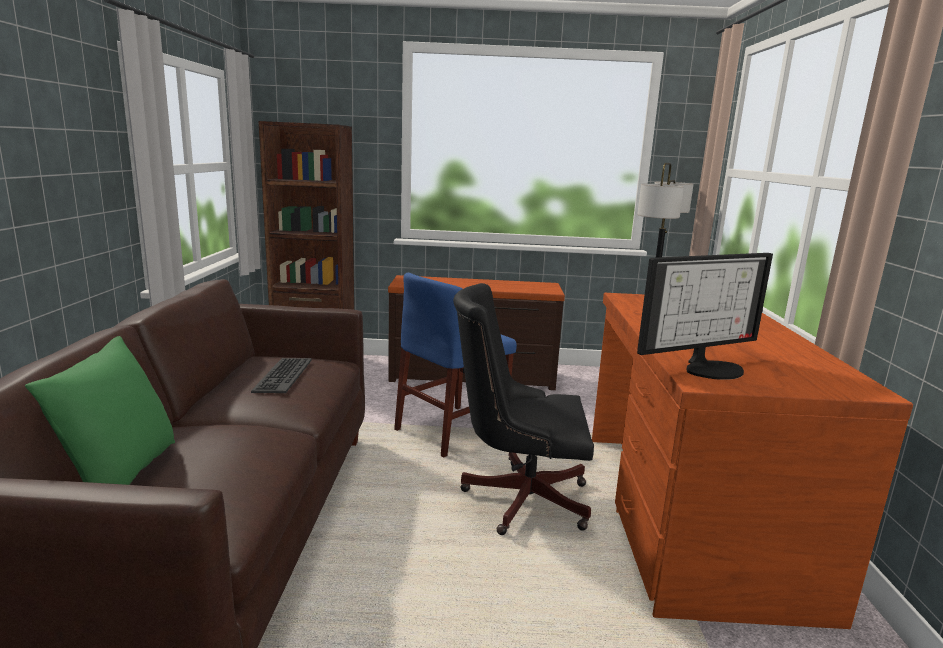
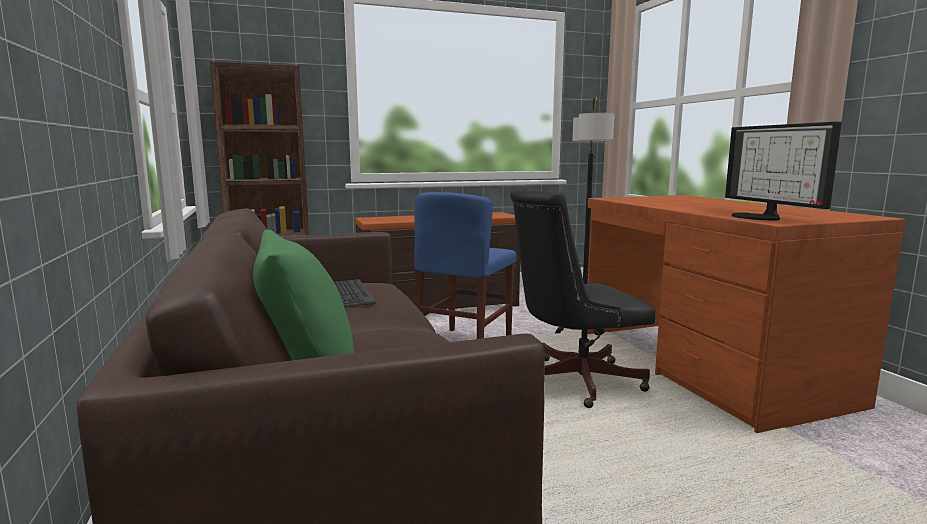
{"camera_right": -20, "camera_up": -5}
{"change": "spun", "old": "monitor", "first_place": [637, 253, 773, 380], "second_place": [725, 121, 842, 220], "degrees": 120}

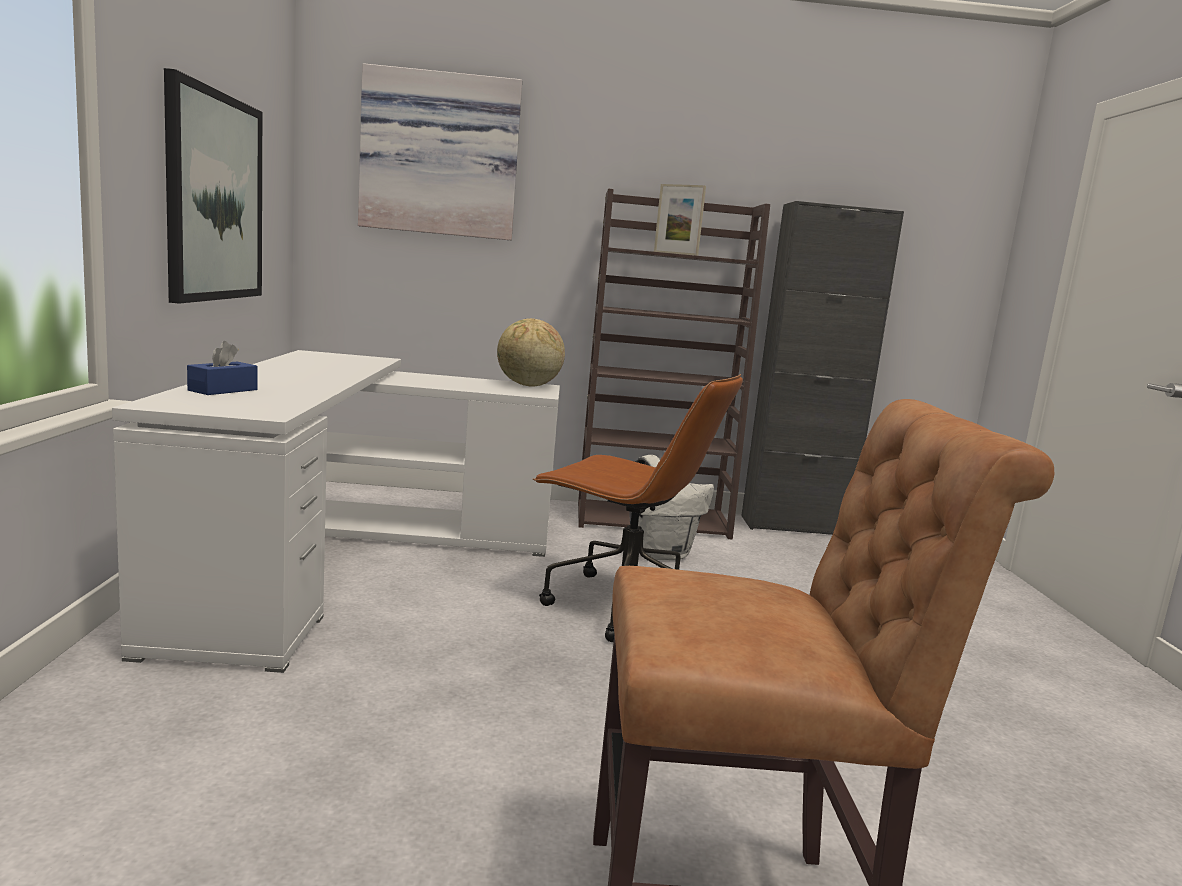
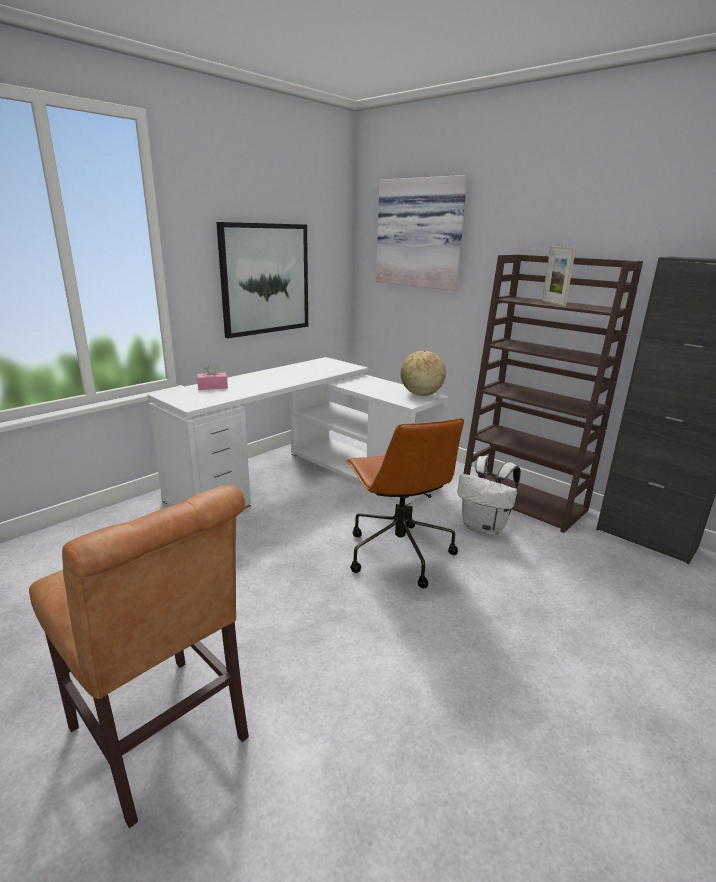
{"camera_right": 45, "camera_up": 10}
{"change": "colour", "old": "caja de pañuelos/azul", "new": "caja de pañuelos/rosa", "first_place": [187, 341, 257, 395], "second_place": [197, 364, 228, 390]}

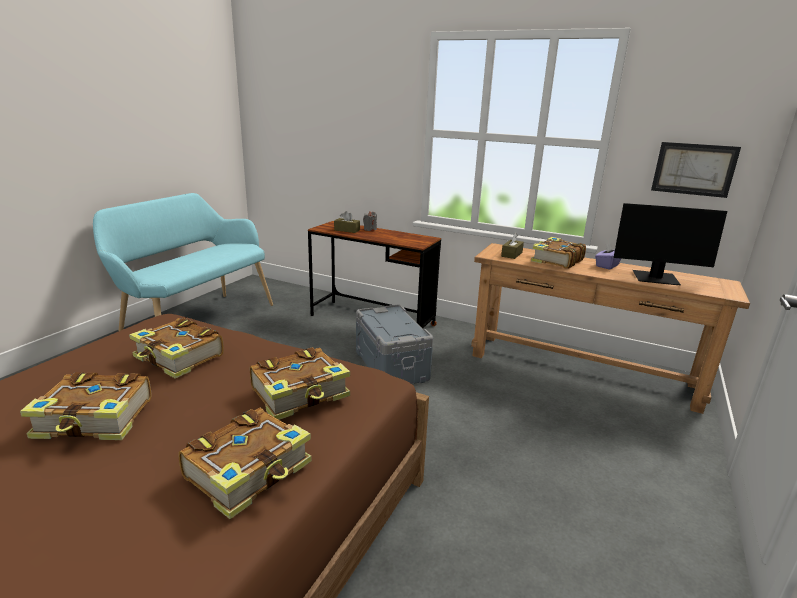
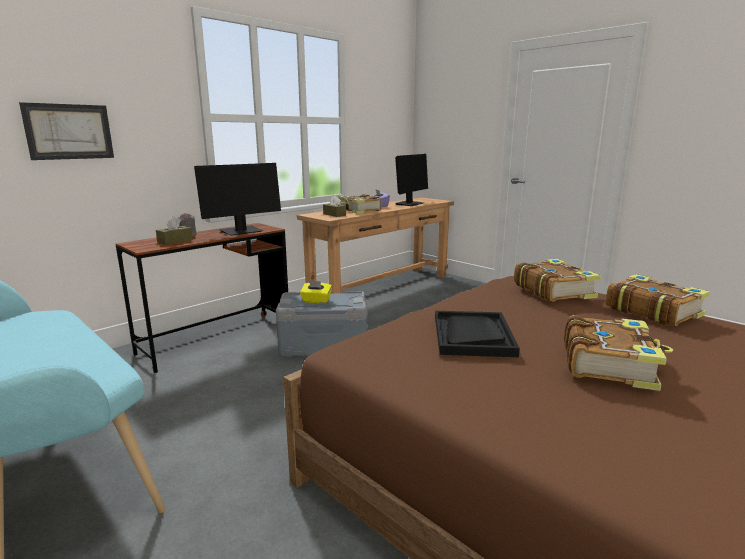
{"camera_right": -70, "camera_up": -5}
{"change": "appeared", "new": "monitor", "second_place": [194, 163, 281, 236]}
{"change": "appeared", "new": "caja de pañuelos/amarillo", "second_place": [300, 280, 332, 304]}
{"change": "relocated", "old": "cuadro", "first_place": [651, 142, 741, 198], "second_place": [19, 102, 114, 160]}
{"change": "exchanged", "old": "libro", "new": "bandeja/negro", "first_place": [129, 318, 224, 379], "second_place": [435, 311, 520, 357]}

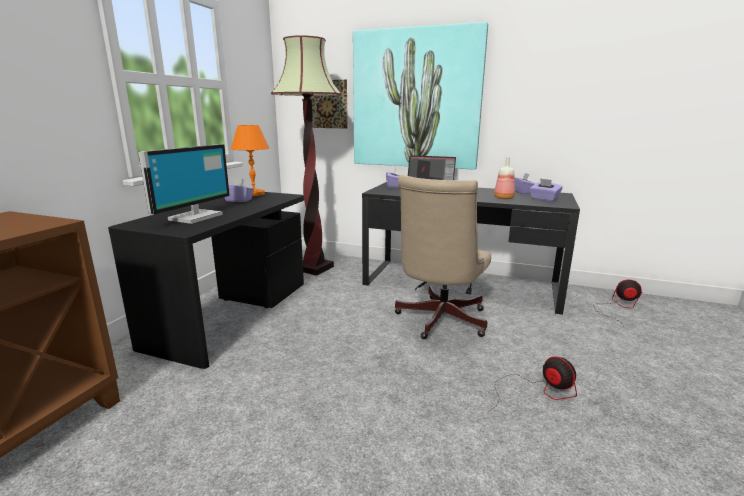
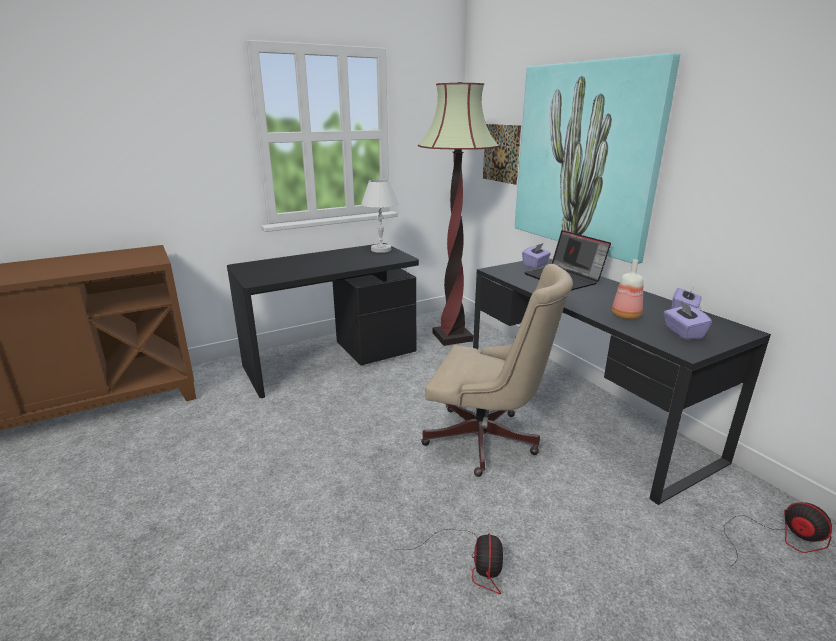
{"camera_right": 40, "camera_up": 5}
{"change": "missing", "old": "monitor", "first_place": [138, 144, 230, 224]}
{"change": "missing", "old": "caja de pañuelos/morado", "first_place": [224, 179, 254, 202]}
{"change": "colour", "old": "lámpara de mesa/naranja", "new": "lámpara de mesa/blanco", "first_place": [231, 125, 269, 196], "second_place": [361, 179, 399, 253]}
{"change": "spun", "old": "silla de oficina/beis", "first_place": [395, 175, 491, 339], "second_place": [421, 264, 573, 477], "degrees": -135}

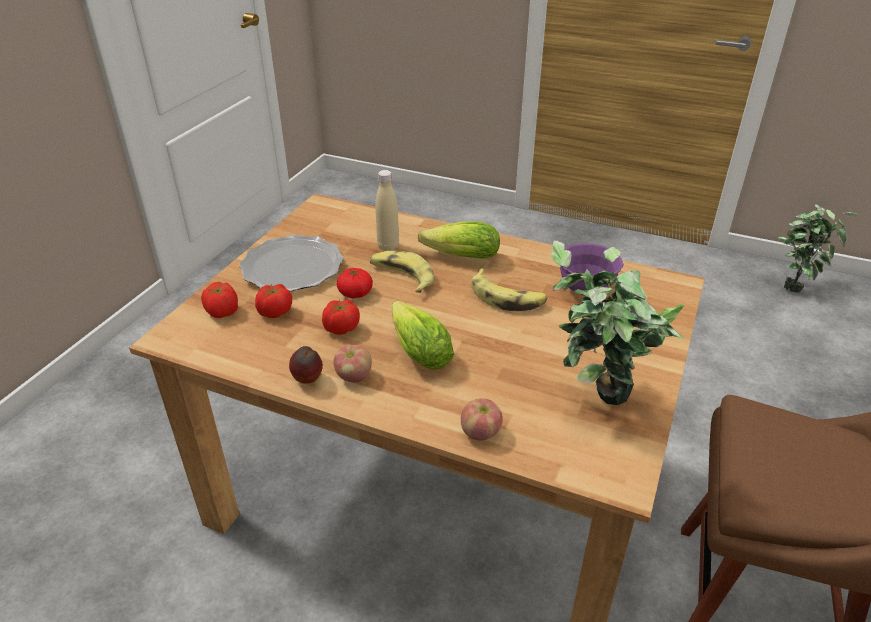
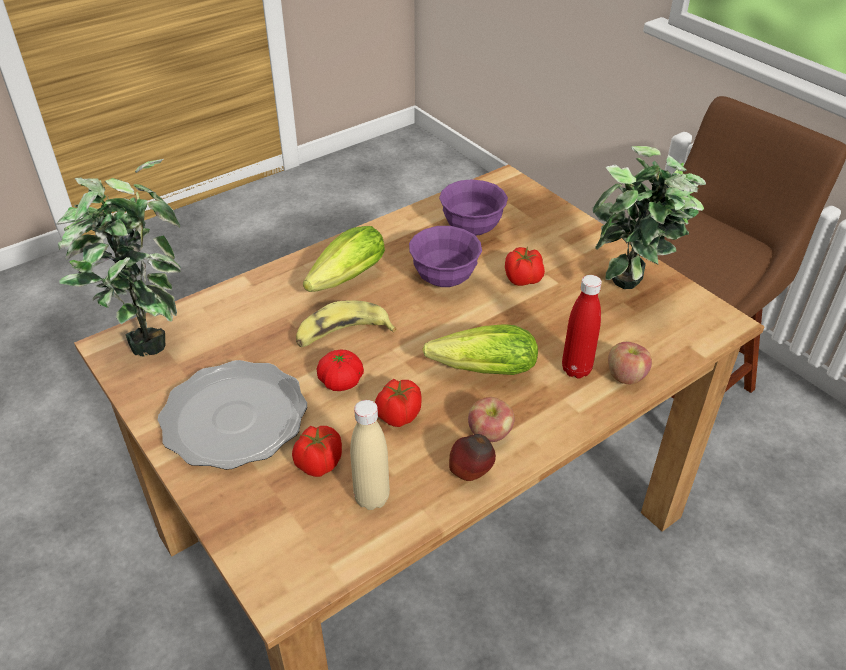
{"camera_right": -60, "camera_up": 5}
{"change": "appeared", "new": "botella/rojo", "second_place": [562, 275, 602, 378]}
{"change": "relocated", "old": "tomate", "first_place": [201, 282, 238, 318], "second_place": [505, 247, 545, 286]}
{"change": "relocated", "old": "botella/beis", "first_place": [375, 170, 399, 251], "second_place": [350, 400, 390, 510]}
{"change": "relocated", "old": "planta en maceta", "first_place": [778, 204, 859, 293], "second_place": [56, 159, 181, 357]}
{"change": "exchanged", "old": "plátano", "new": "cuenco/morado", "first_place": [471, 268, 547, 311], "second_place": [409, 226, 482, 287]}

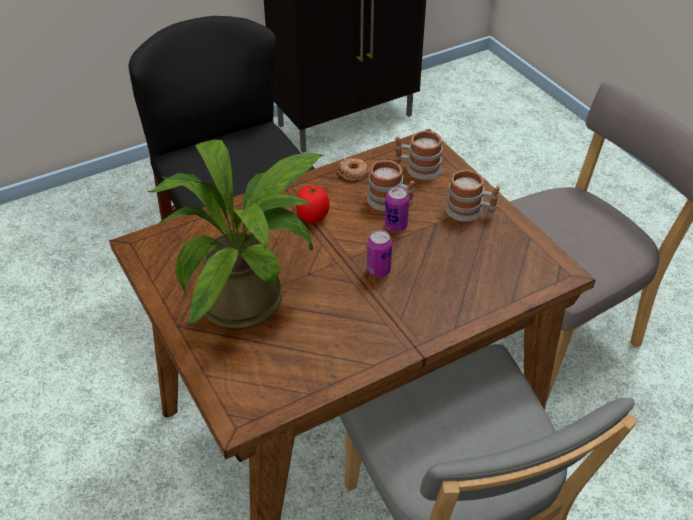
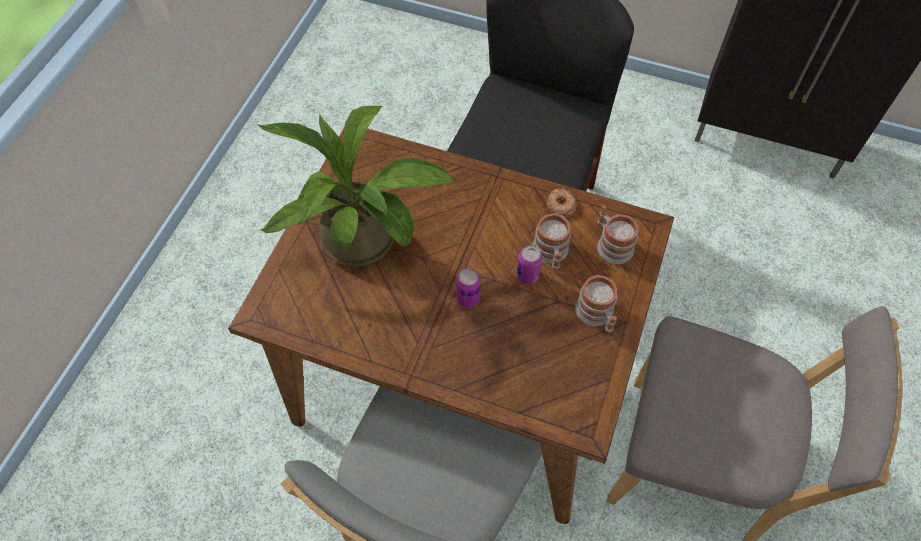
{"camera_right": 50, "camera_up": 15}
{"change": "missing", "old": "tomate", "first_place": [296, 186, 330, 223]}

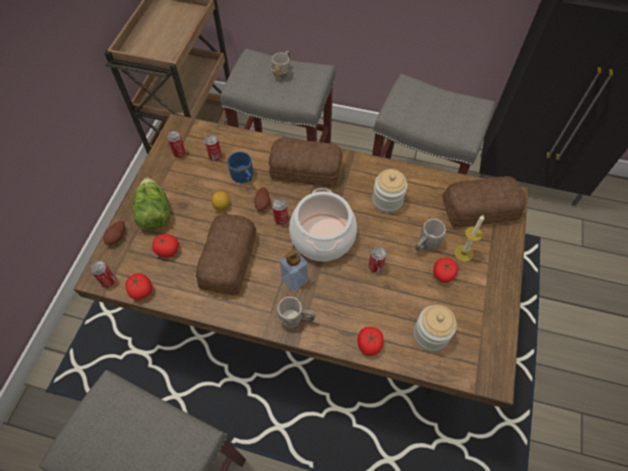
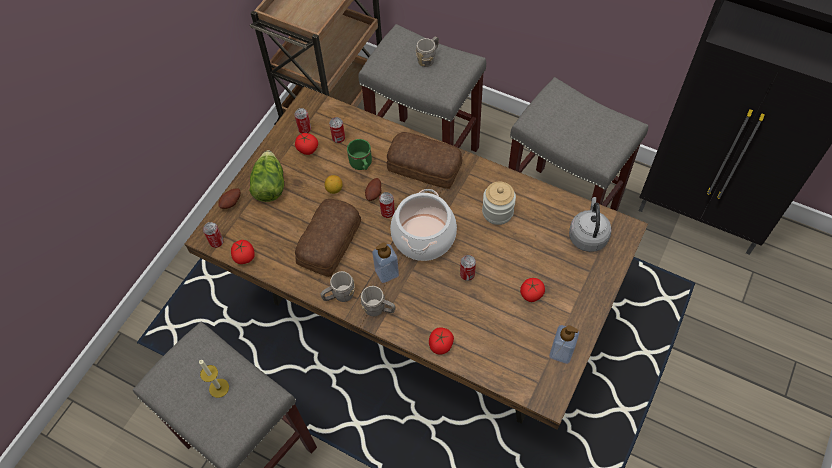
{"camera_right": 15, "camera_up": 0}
{"change": "missing", "old": "tarro", "first_place": [414, 305, 457, 351]}
{"change": "appeared", "new": "dispensador de jabón", "second_place": [549, 325, 579, 364]}
{"change": "relocated", "old": "tomate", "first_place": [152, 234, 179, 258], "second_place": [295, 133, 318, 155]}
{"change": "relocated", "old": "taza grande/gris", "first_place": [415, 219, 446, 252], "second_place": [321, 271, 355, 302]}
{"change": "relocated", "old": "vela", "first_place": [454, 215, 484, 262], "second_place": [199, 360, 229, 398]}
{"change": "exchanged", "old": "pan", "new": "hervidor/gris", "first_place": [442, 176, 526, 228], "second_place": [569, 197, 612, 252]}
{"change": "colour", "old": "taza grande/azul", "new": "taza grande/verde", "first_place": [227, 152, 253, 183], "second_place": [347, 139, 372, 170]}

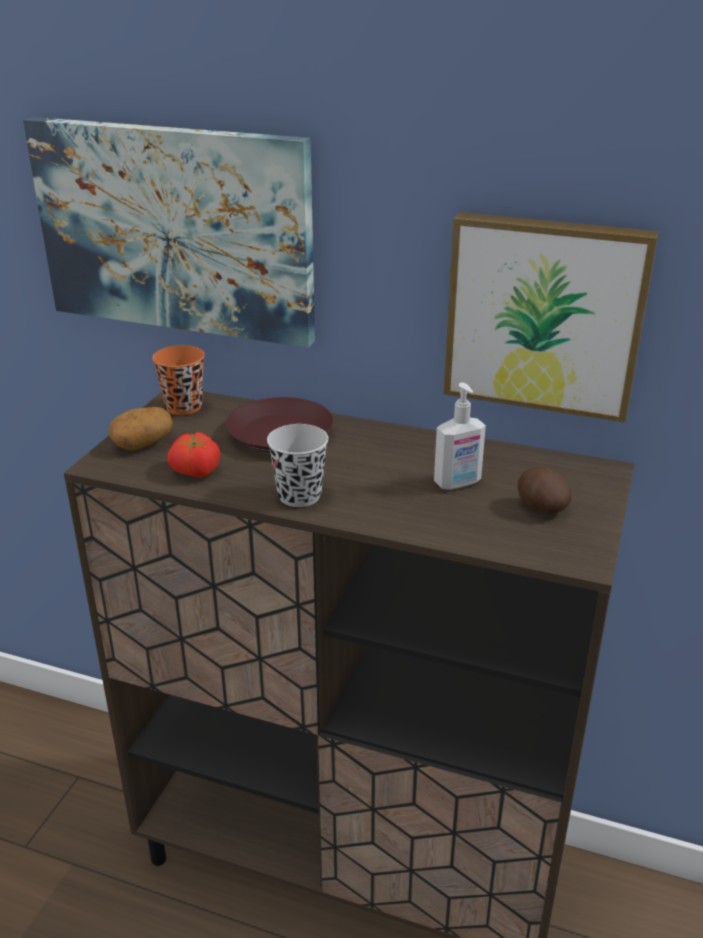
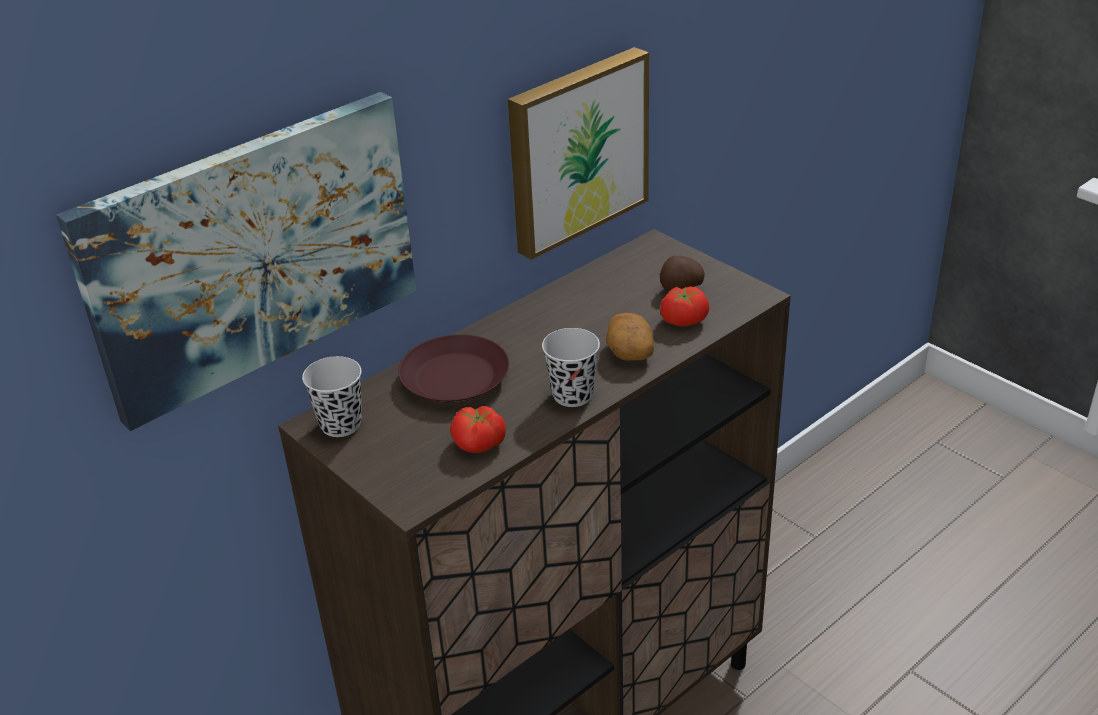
{"camera_right": -60, "camera_up": 5}
{"change": "missing", "old": "dispensador de jabón", "first_place": [434, 382, 486, 490]}
{"change": "appeared", "new": "tomate", "second_place": [660, 286, 710, 327]}
{"change": "relocated", "old": "patata", "first_place": [109, 407, 173, 450], "second_place": [606, 313, 654, 361]}
{"change": "colour", "old": "taza/naranja", "new": "taza/negro", "first_place": [152, 345, 205, 415], "second_place": [302, 356, 362, 437]}

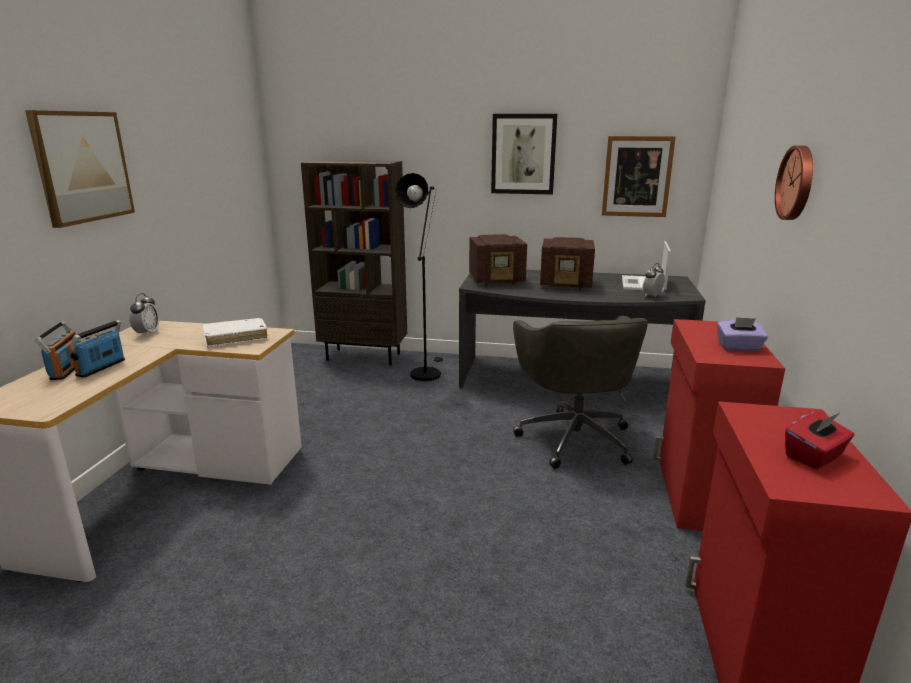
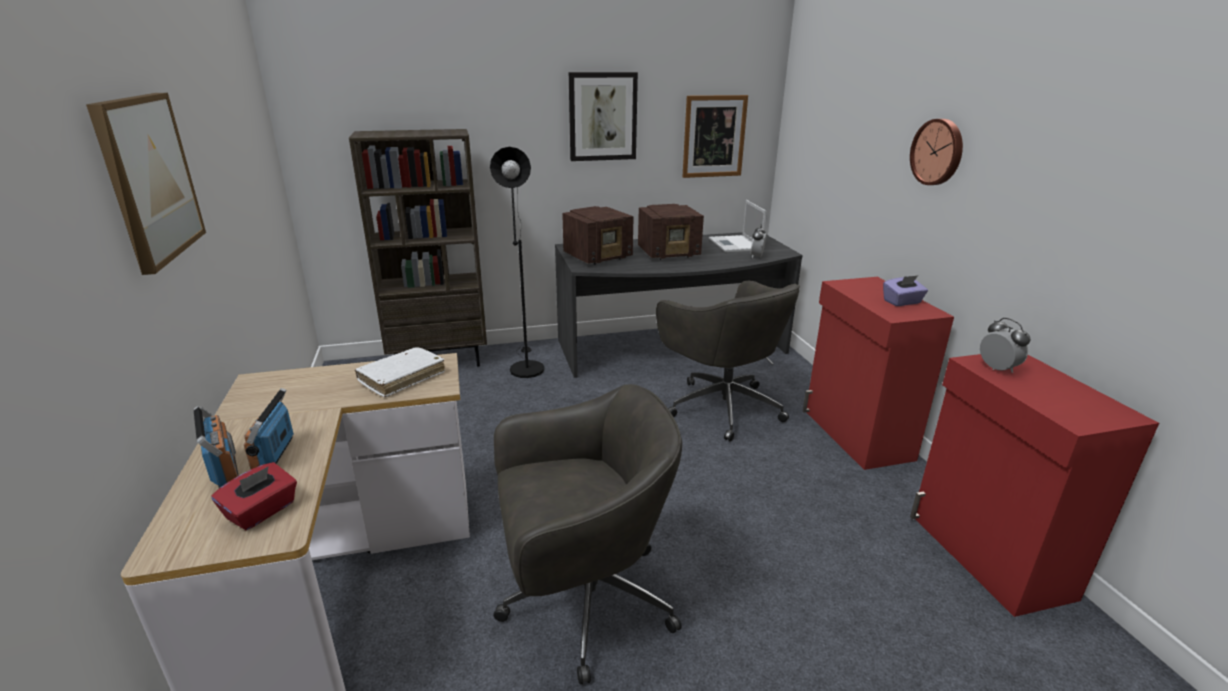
{"camera_right": -25, "camera_up": 5}
{"change": "appeared", "new": "silla de oficina/gris", "second_place": [493, 384, 682, 685]}
{"change": "relocated", "old": "despertador", "first_place": [129, 293, 159, 337], "second_place": [980, 318, 1031, 373]}
{"change": "relocated", "old": "caja de pañuelos/rojo", "first_place": [785, 412, 854, 469], "second_place": [211, 462, 297, 530]}

